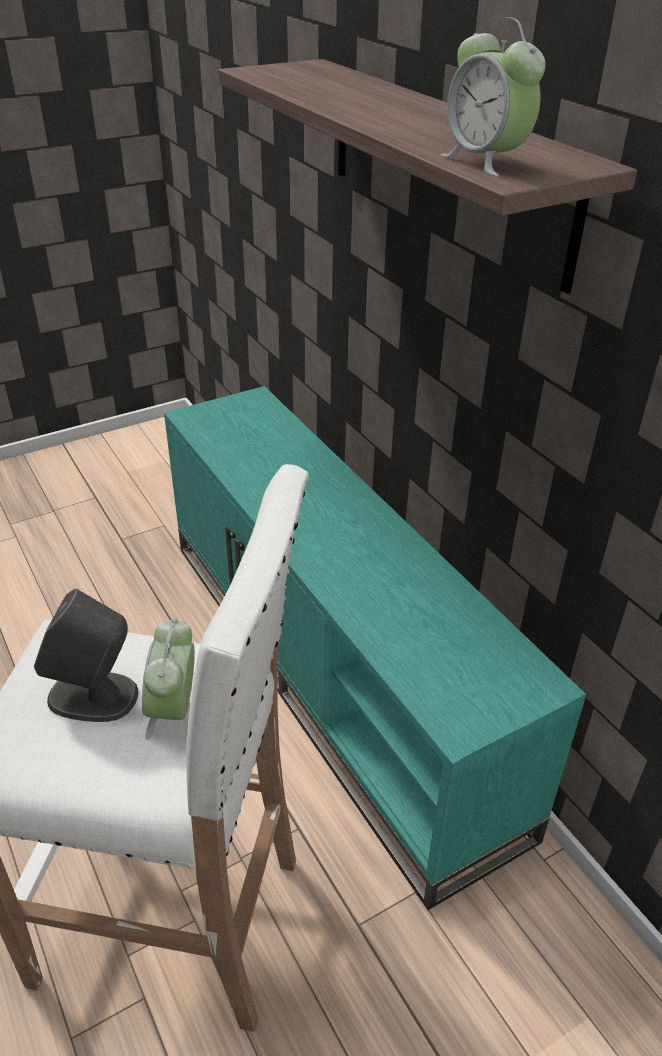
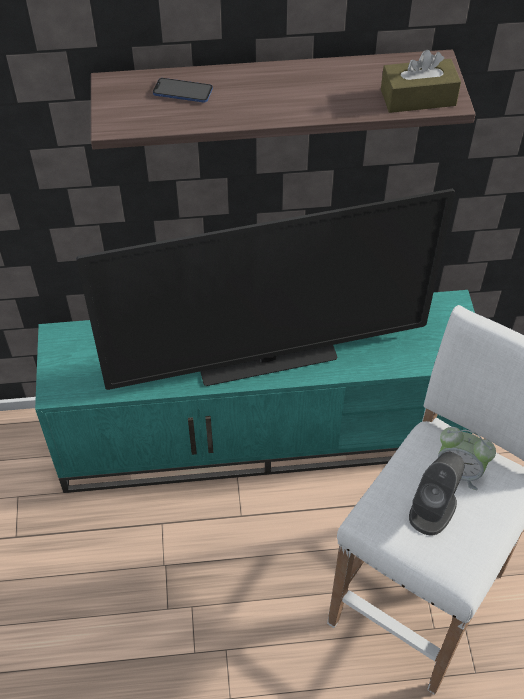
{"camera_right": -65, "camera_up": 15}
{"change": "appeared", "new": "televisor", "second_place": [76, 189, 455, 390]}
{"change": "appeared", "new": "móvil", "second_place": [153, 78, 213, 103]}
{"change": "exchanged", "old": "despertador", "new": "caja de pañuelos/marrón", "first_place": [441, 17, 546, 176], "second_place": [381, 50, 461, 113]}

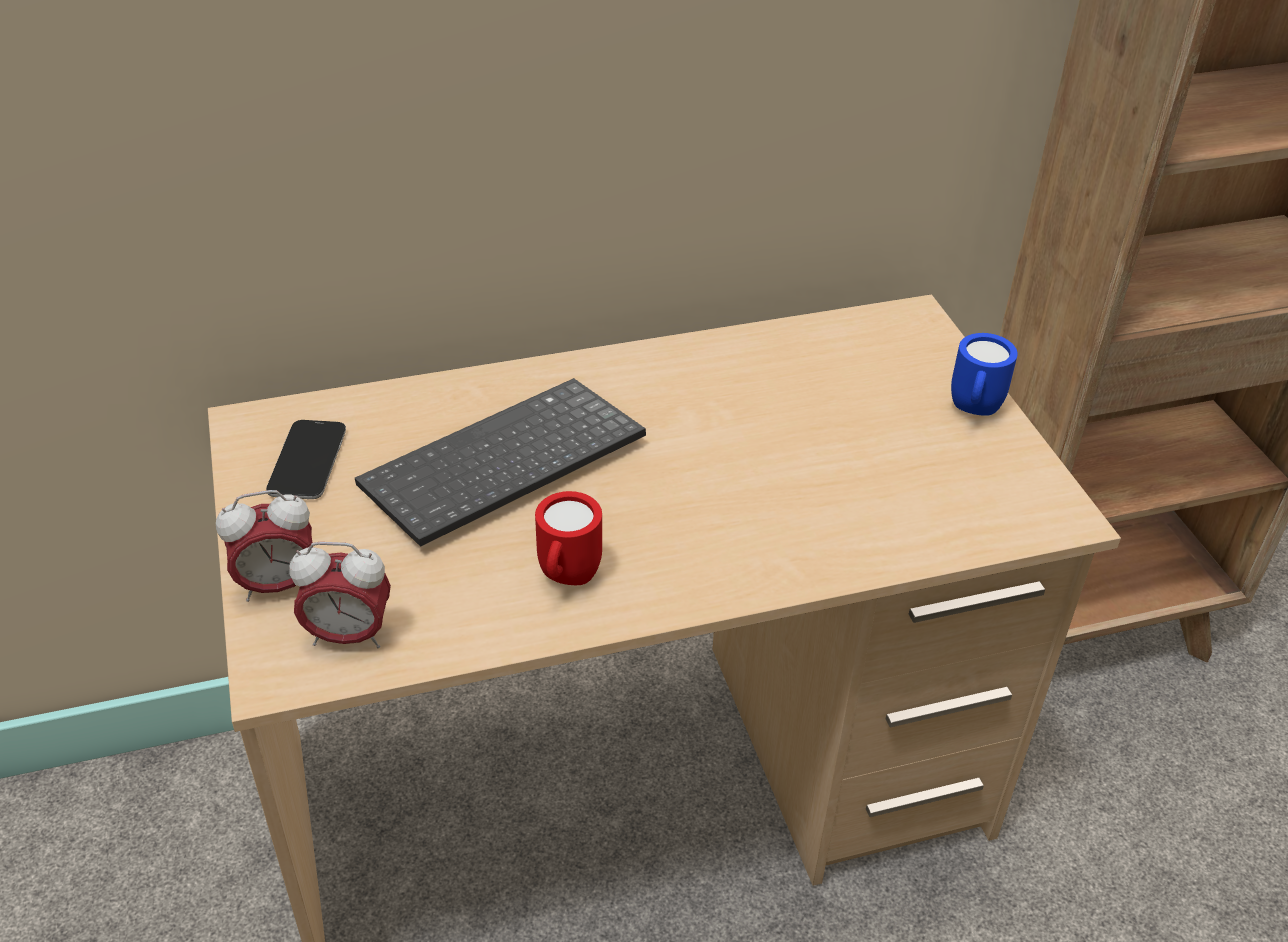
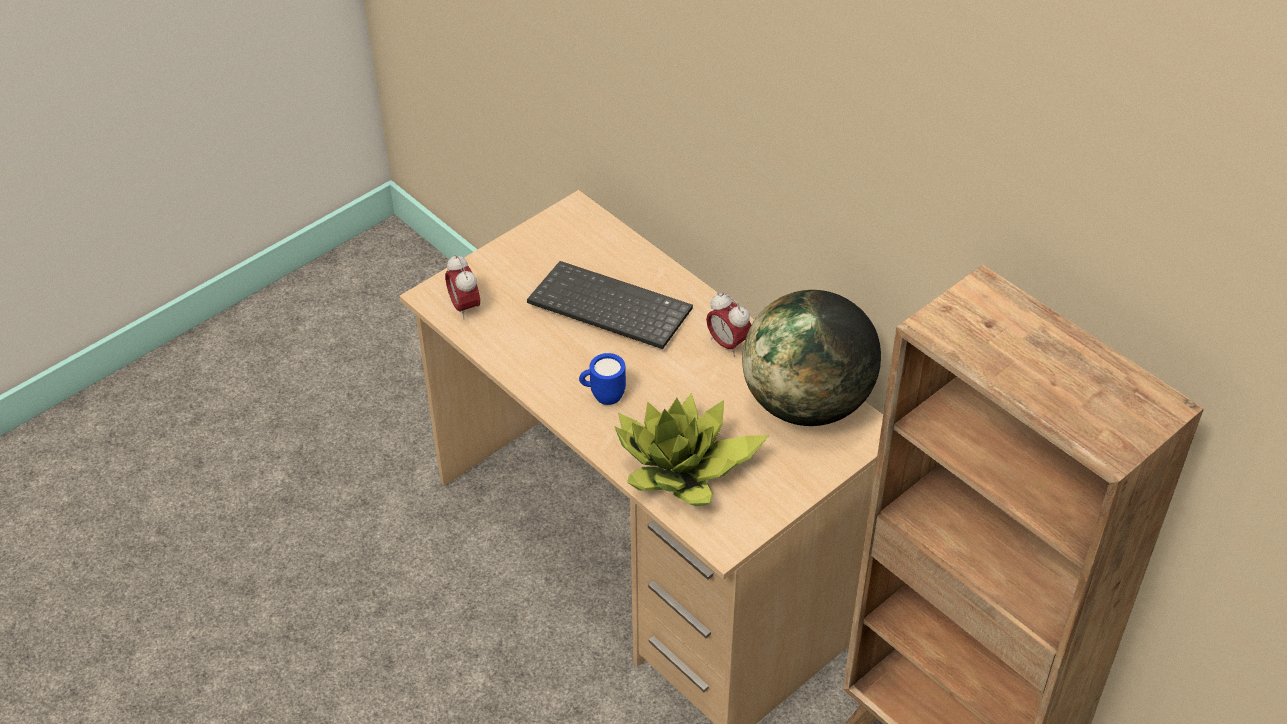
{"camera_right": 65, "camera_up": 5}
{"change": "missing", "old": "móvil", "first_place": [266, 420, 346, 499]}
{"change": "missing", "old": "taza grande/rojo", "first_place": [535, 491, 602, 585]}
{"change": "appeared", "new": "planta en maceta", "second_place": [614, 393, 769, 506]}
{"change": "appeared", "new": "globo terráqueo", "second_place": [742, 290, 881, 426]}
{"change": "relocated", "old": "despertador", "first_place": [216, 490, 313, 602], "second_place": [706, 293, 751, 357]}
{"change": "relocated", "old": "taza grande/azul", "first_place": [951, 333, 1018, 416], "second_place": [579, 353, 626, 405]}

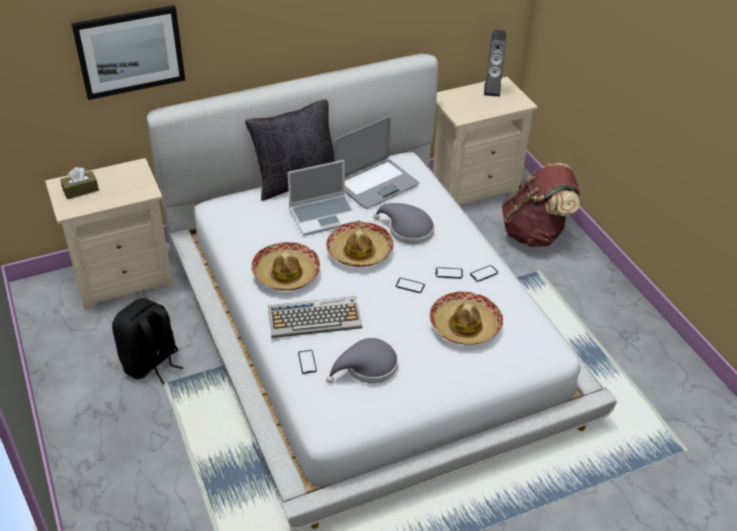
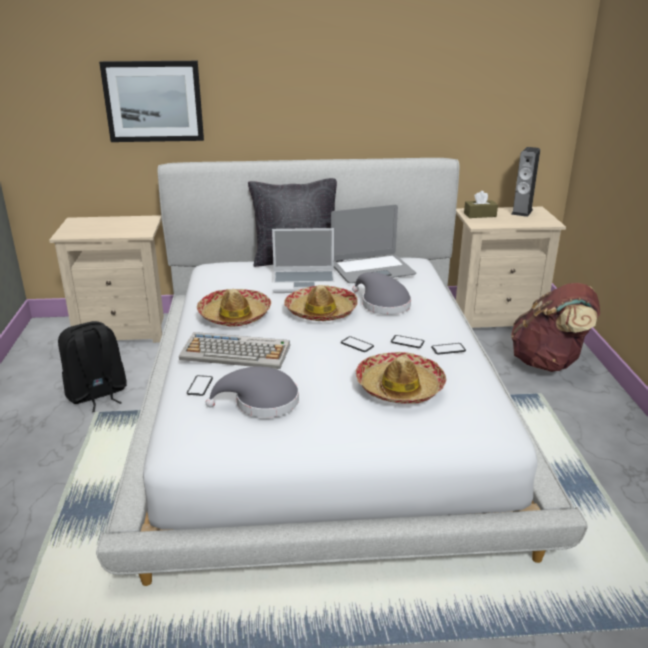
{"camera_right": 20, "camera_up": -15}
{"change": "relocated", "old": "caja de pañuelos/marrón", "first_place": [60, 167, 99, 199], "second_place": [464, 191, 498, 218]}

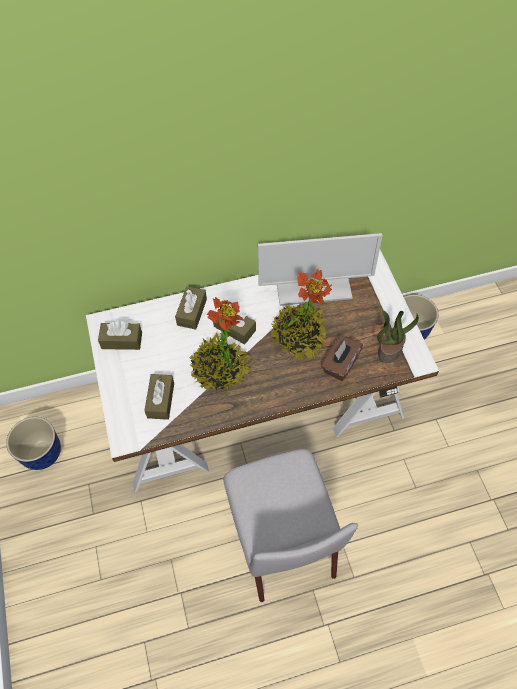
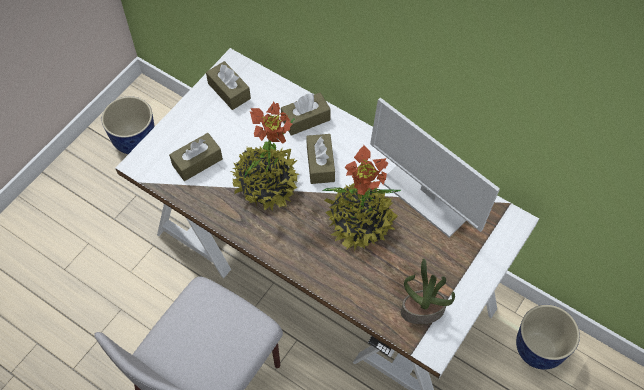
{"camera_right": 50, "camera_up": 0}
{"change": "missing", "old": "caja de pañuelos/marrón", "first_place": [321, 336, 363, 381]}

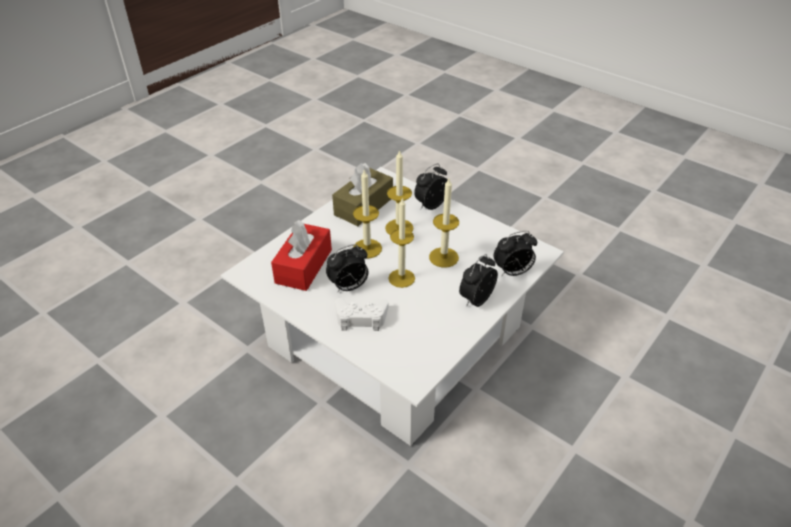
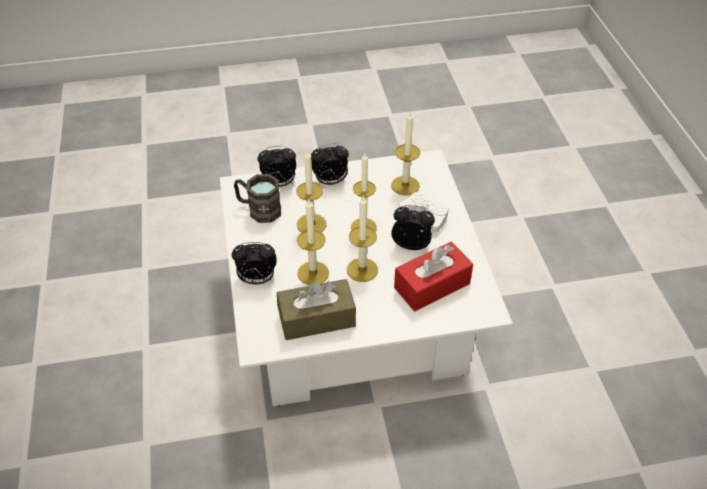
{"camera_right": -140, "camera_up": 5}
{"change": "appeared", "new": "taza grande/marrón", "second_place": [234, 174, 281, 223]}
{"change": "appeared", "new": "vela", "second_place": [391, 111, 420, 196]}
{"change": "spun", "old": "despertador", "first_place": [494, 231, 537, 276], "second_place": [257, 146, 296, 187], "degrees": 150}

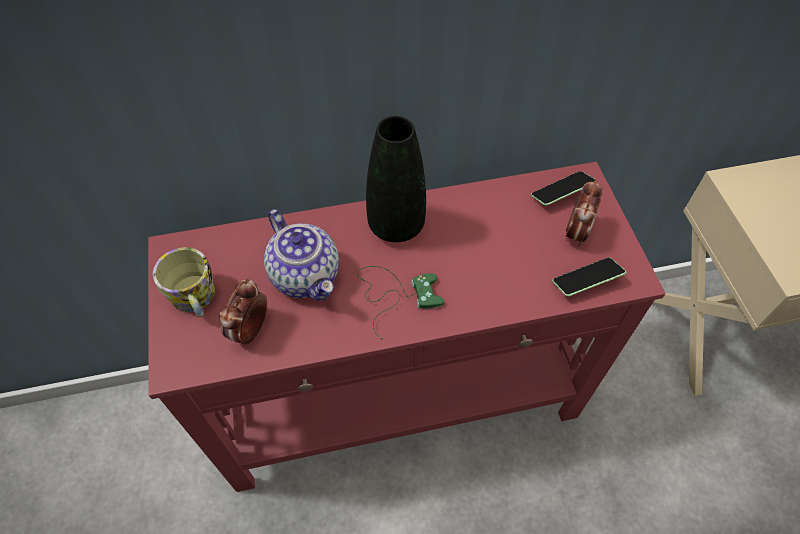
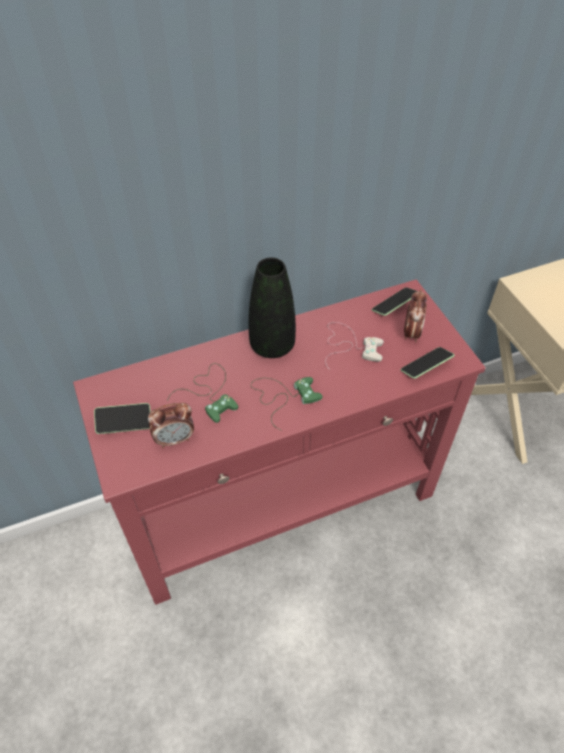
{"camera_right": -10, "camera_up": -5}
{"change": "appeared", "new": "mando de consola/blanco", "second_place": [325, 322, 384, 370]}
{"change": "exchanged", "old": "taza grande", "new": "móvil", "first_place": [153, 247, 215, 317], "second_place": [94, 403, 151, 434]}
{"change": "exchanged", "old": "tetera", "new": "mando de consola/verde", "first_place": [264, 209, 339, 301], "second_place": [167, 363, 238, 423]}
{"change": "spun", "old": "despertador", "first_place": [219, 278, 267, 345], "second_place": [148, 403, 194, 448], "degrees": -120}

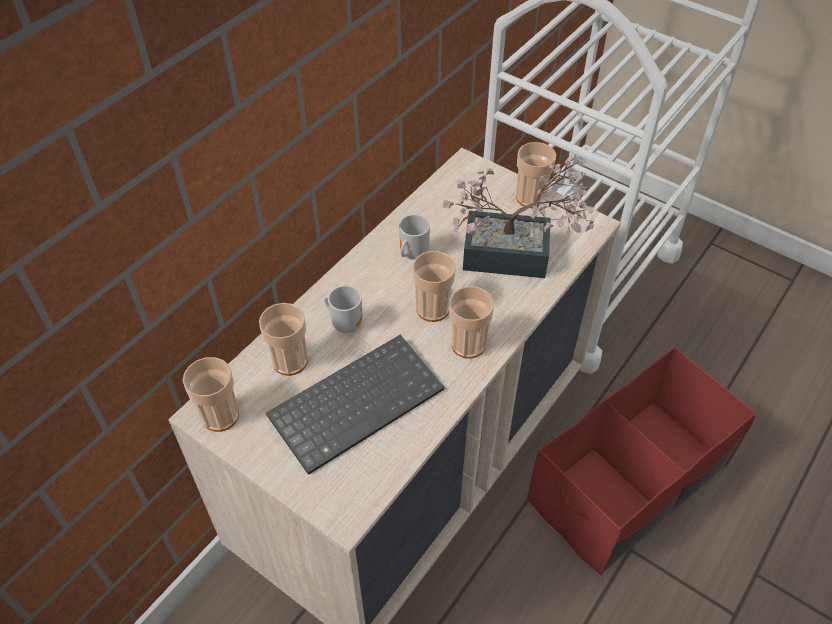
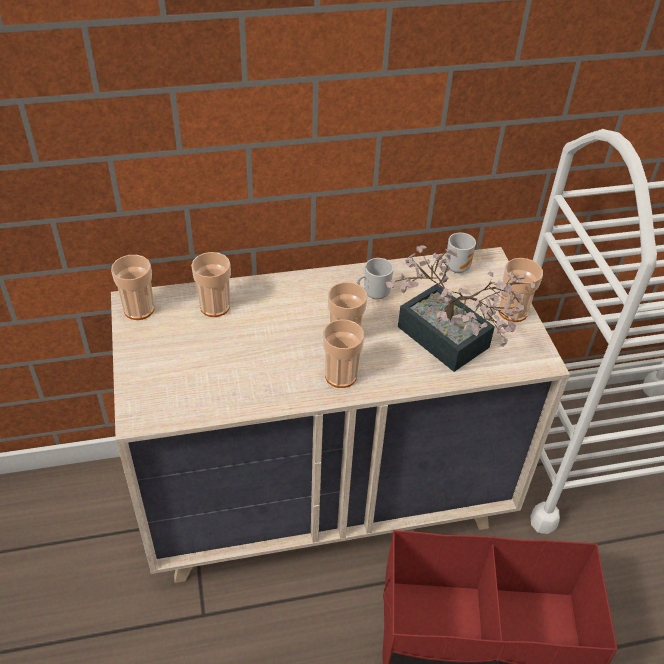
{"camera_right": 40, "camera_up": -5}
{"change": "missing", "old": "teclado", "first_place": [266, 335, 445, 475]}
{"change": "relocated", "old": "taza grande", "first_place": [324, 285, 363, 333], "second_place": [446, 233, 476, 273]}

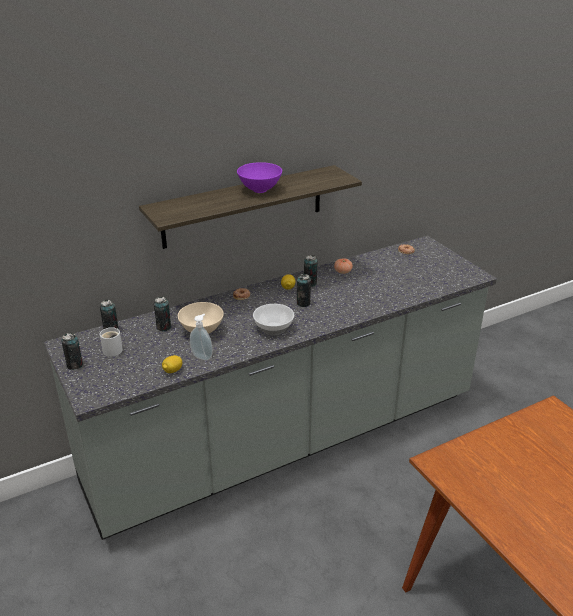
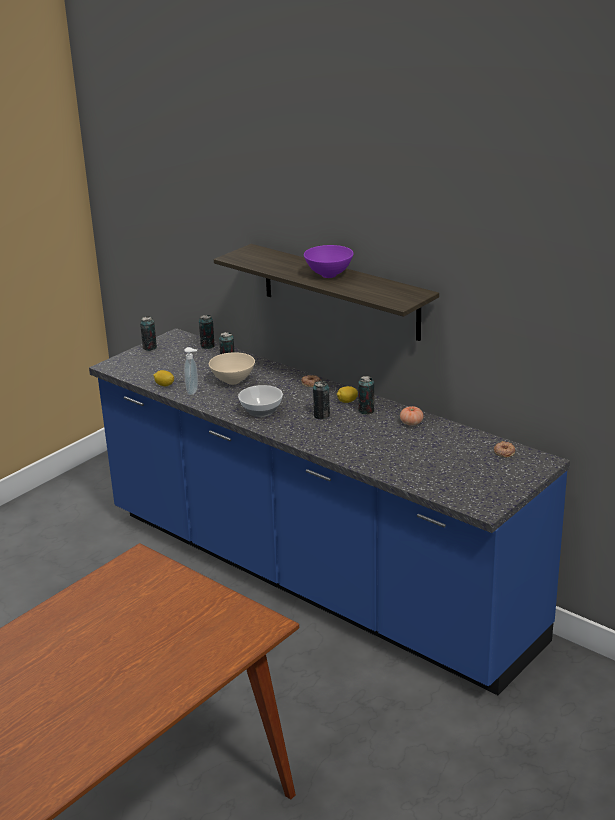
{"camera_right": 70, "camera_up": -5}
{"change": "missing", "old": "taza grande/blanco", "first_place": [100, 327, 123, 357]}
{"change": "colour", "old": "mueble bajo de cocina/gris", "new": "mueble bajo de cocina/azul", "first_place": [44, 236, 497, 540], "second_place": [89, 328, 570, 695]}

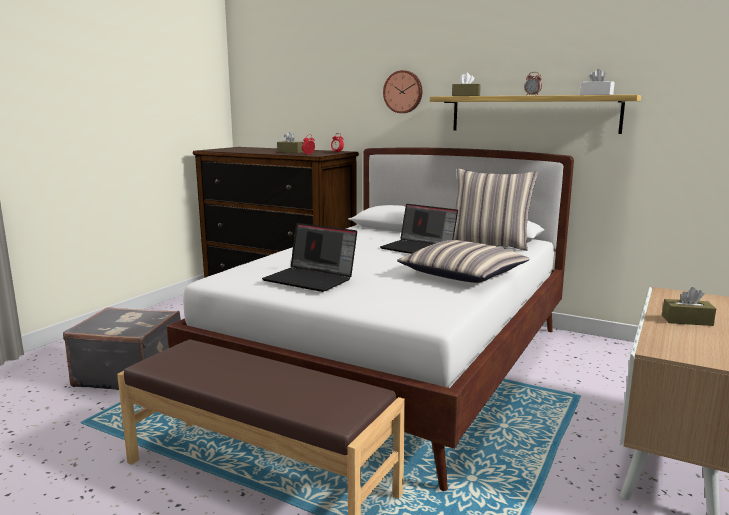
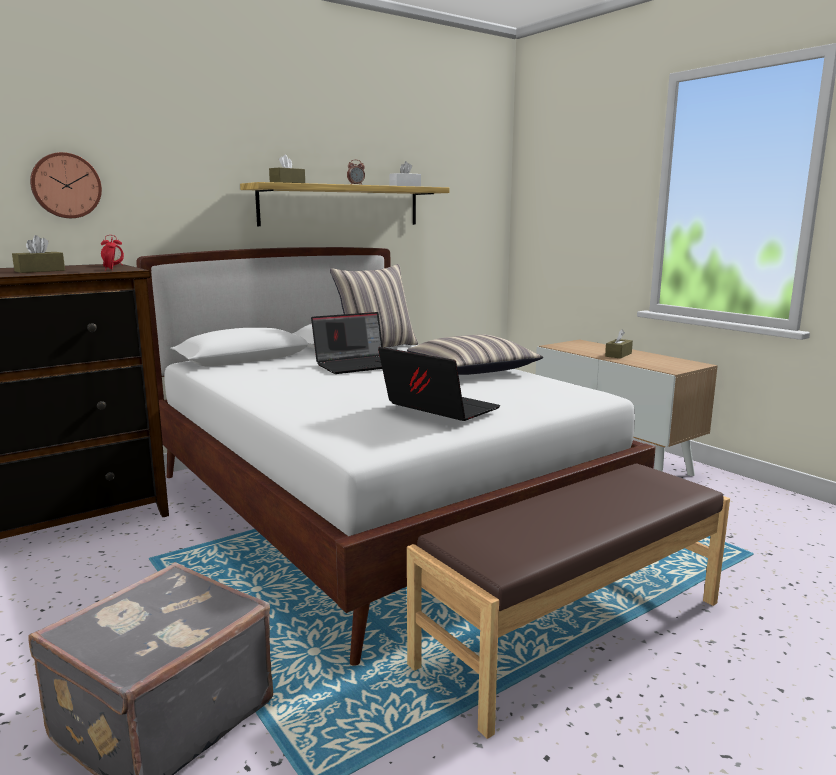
{"camera_right": -65, "camera_up": 0}
{"change": "relocated", "old": "reloj de pared", "first_place": [383, 70, 422, 113], "second_place": [30, 152, 102, 218]}
{"change": "spun", "old": "portátil", "first_place": [262, 223, 357, 292], "second_place": [378, 347, 500, 421], "degrees": -105}

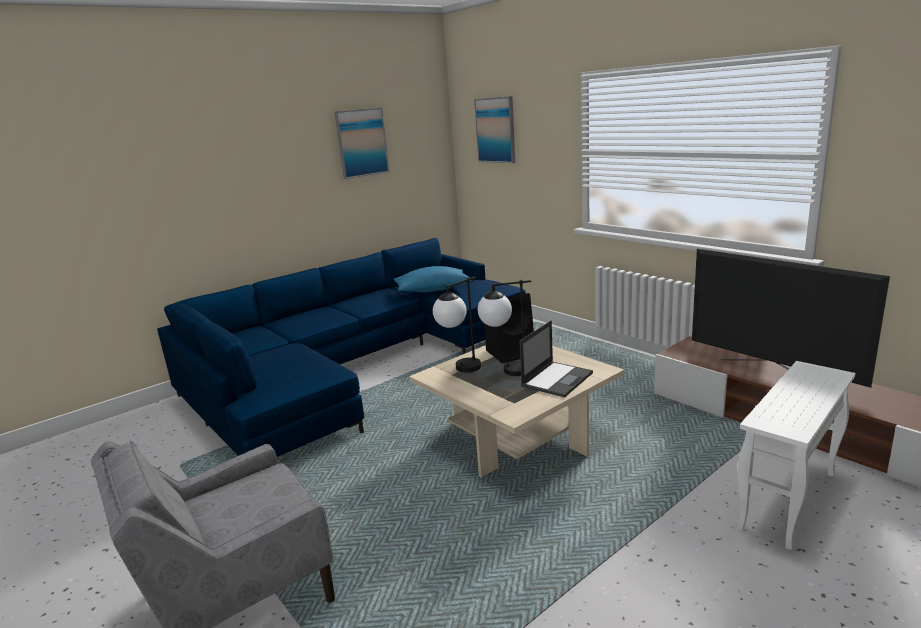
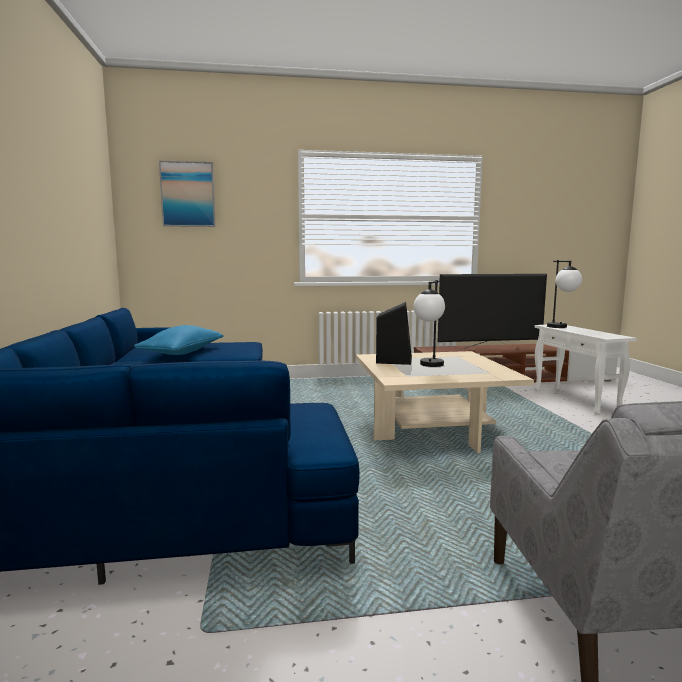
{"camera_right": -60, "camera_up": -10}
{"change": "missing", "old": "cuadro", "first_place": [334, 108, 389, 179]}
{"change": "missing", "old": "portátil", "first_place": [520, 320, 593, 397]}
{"change": "relocated", "old": "lámpara de mesa", "first_place": [433, 277, 481, 373], "second_place": [547, 260, 582, 328]}

